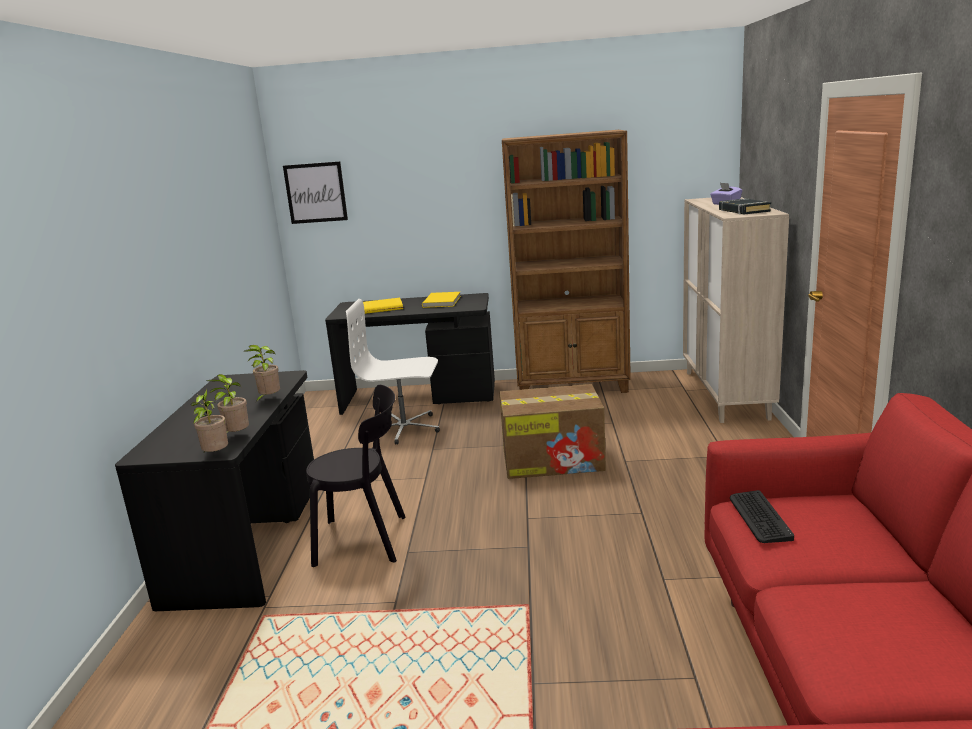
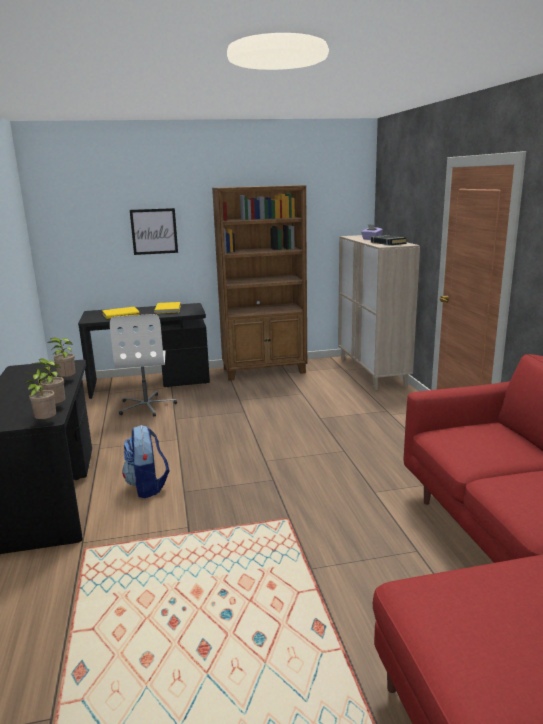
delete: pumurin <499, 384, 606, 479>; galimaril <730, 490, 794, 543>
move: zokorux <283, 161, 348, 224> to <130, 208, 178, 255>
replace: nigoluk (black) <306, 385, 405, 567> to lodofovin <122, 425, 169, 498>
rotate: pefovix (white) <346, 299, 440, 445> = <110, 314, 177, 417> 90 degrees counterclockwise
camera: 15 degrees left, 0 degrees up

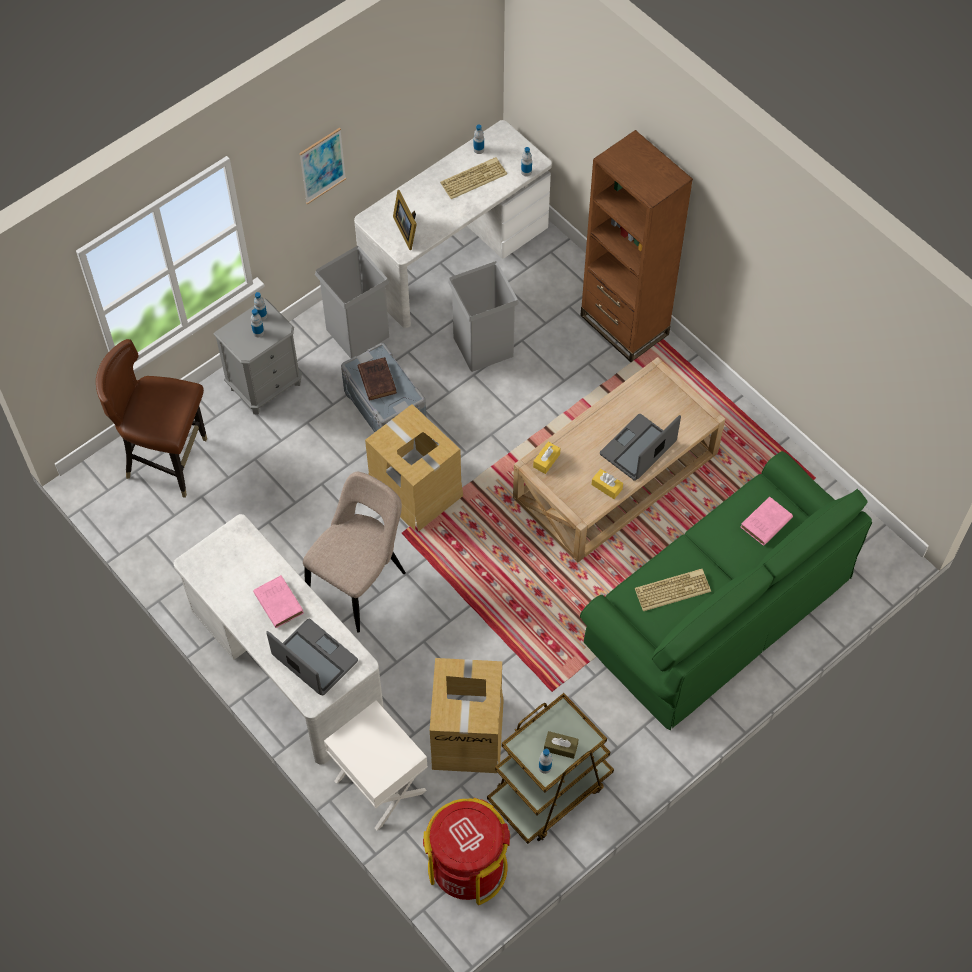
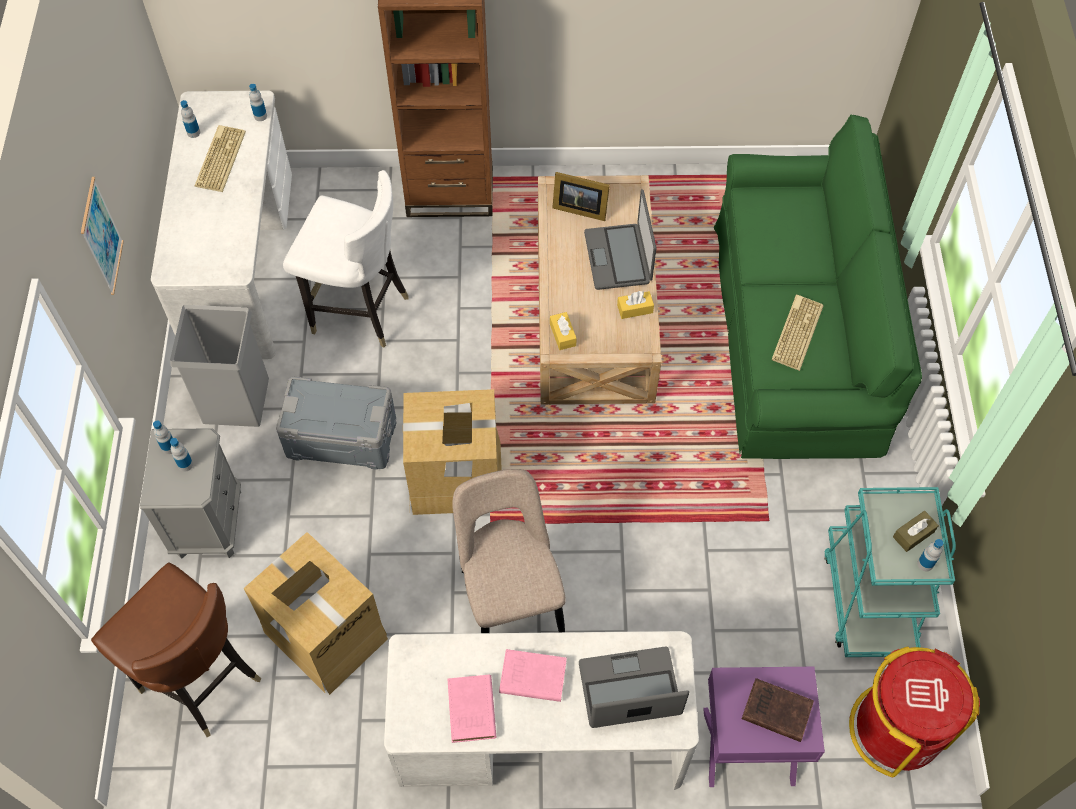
move: pumurin <430, 658, 504, 773> to <243, 532, 388, 695>; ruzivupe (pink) <741, 497, 793, 546> to <448, 674, 496, 743>; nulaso <393, 190, 417, 250> to <552, 172, 610, 221>; ruzivupe (brown) <358, 357, 397, 400> to <742, 678, 814, 742>
replace: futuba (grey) <448, 261, 519, 372> to nigoluk (white) <283, 170, 409, 348>
recolor: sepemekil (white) <324, 700, 428, 830> to sepemekil (purple) <703, 667, 825, 787>; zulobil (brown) <487, 693, 614, 844> to zulobil (turquoise) <824, 487, 956, 657>
rotate: nigoluk (brown) <96, 339, 207, 498> = <91, 563, 261, 737> 105 degrees counterclockwise
camera: 50 degrees left, 0 degrees up

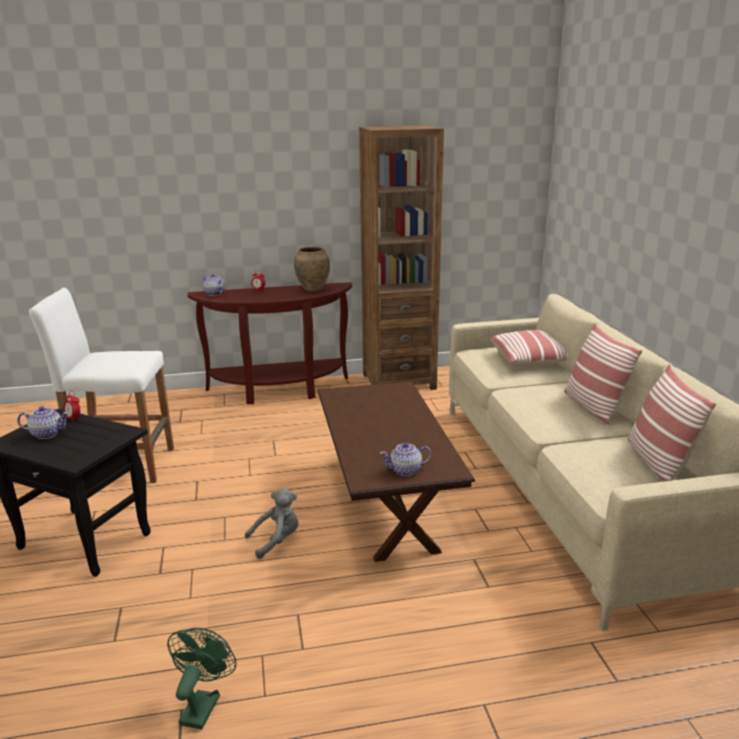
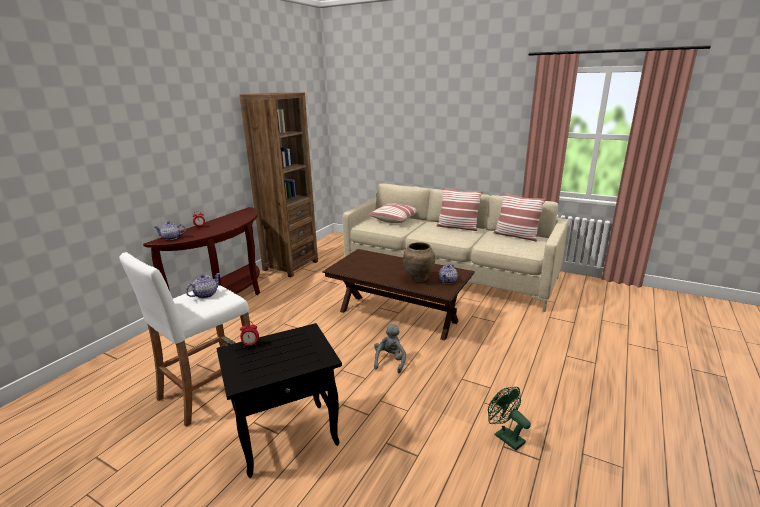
move: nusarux <17, 406, 69, 439> to <186, 273, 221, 299>; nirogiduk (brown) <294, 247, 330, 291> to <403, 242, 435, 282>
camera: 50 degrees left, 0 degrees up

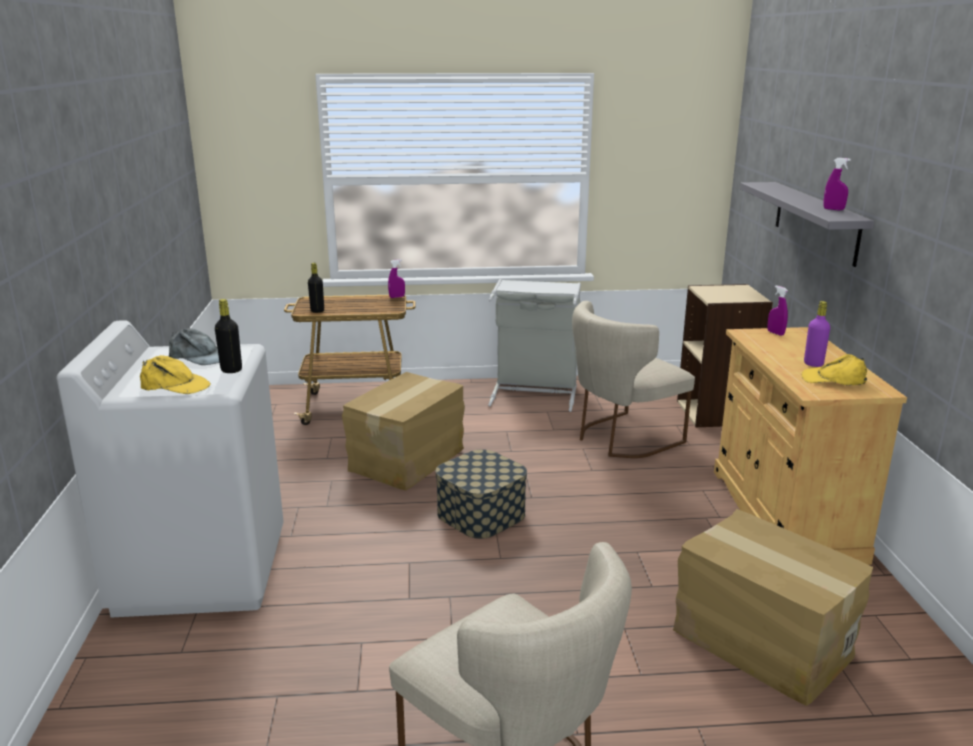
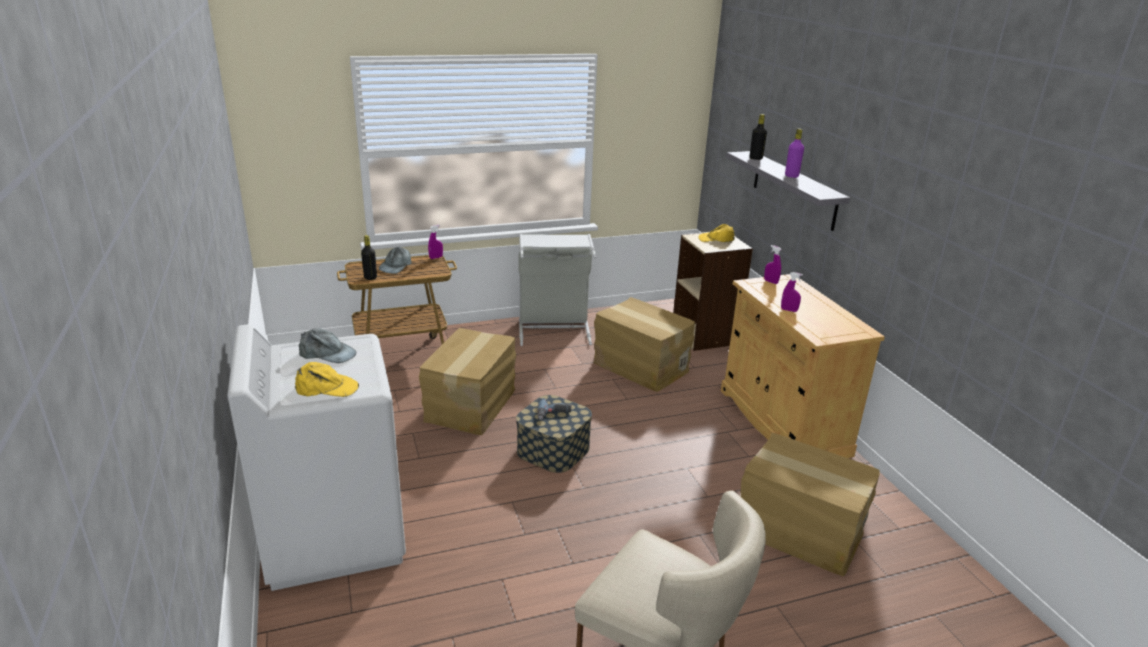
insert: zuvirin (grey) <379, 247, 411, 274>; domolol <537, 398, 572, 420>
move: zuvirin (yellow) <801, 354, 867, 386> to <698, 224, 735, 242>; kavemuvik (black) <215, 299, 242, 373> to <750, 114, 767, 160>; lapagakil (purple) <824, 158, 851, 210> to <781, 272, 803, 312>; kavemuvik (purple) <804, 301, 830, 367> to <785, 129, 804, 178>
replace: nigoluk (beige) <572, 301, 695, 458> to pumurin <594, 297, 695, 392>
camera: 15 degrees left, 5 degrees up

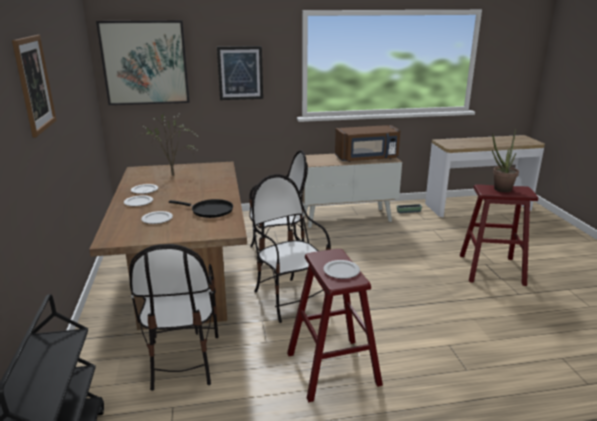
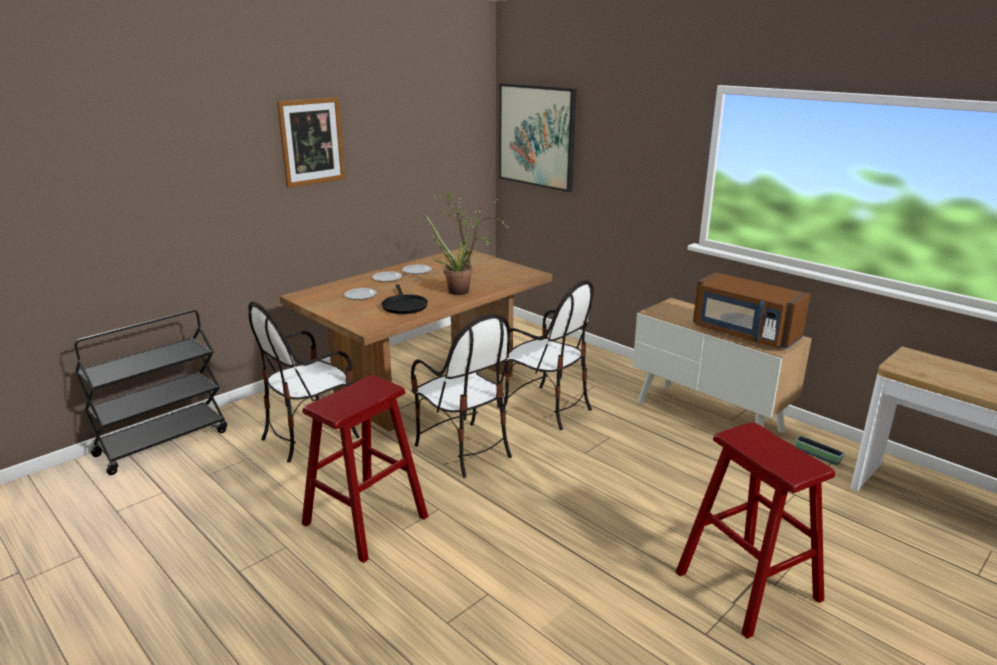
delete: zokorux <217, 46, 263, 100>; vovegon <323, 260, 360, 279>
move: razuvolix <492, 129, 519, 192> to <424, 214, 473, 295>
rotate: nigoluk <252, 174, 331, 323> = <411, 314, 512, 478> 120 degrees clockwise
camera: 55 degrees right, 0 degrees up

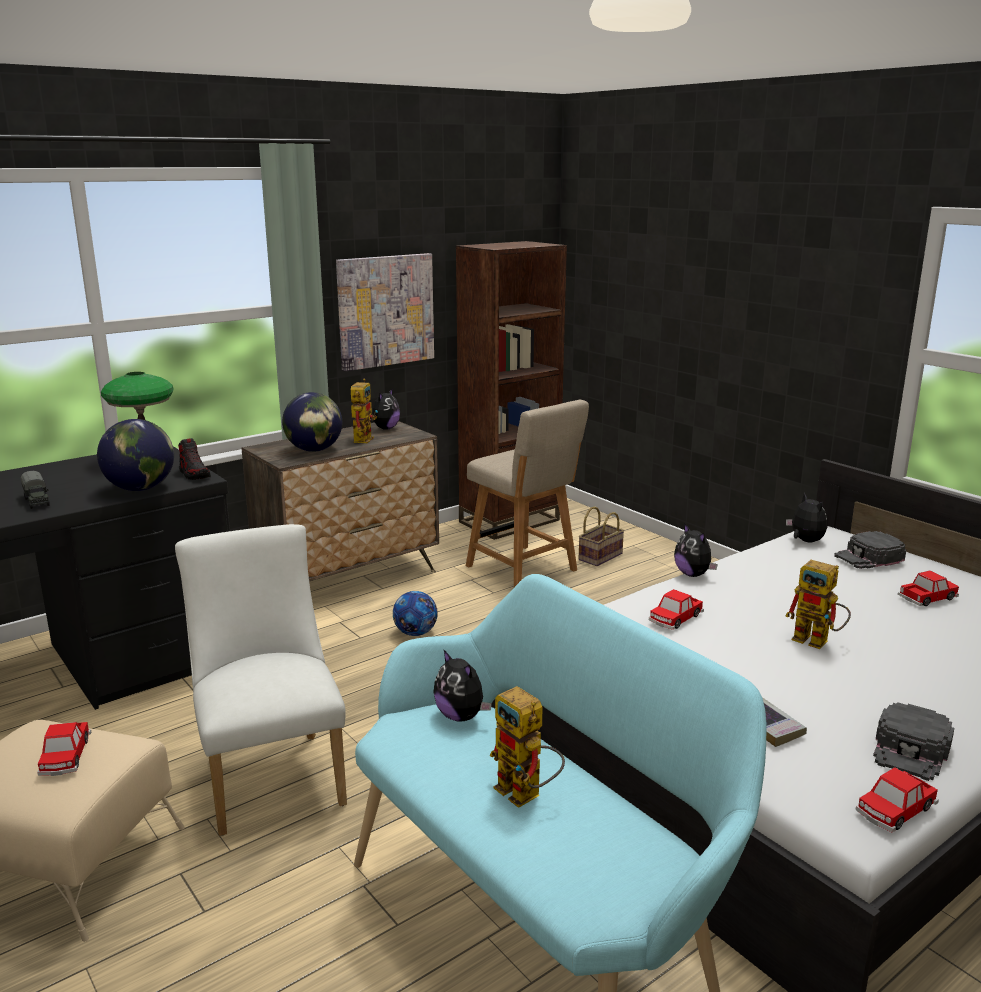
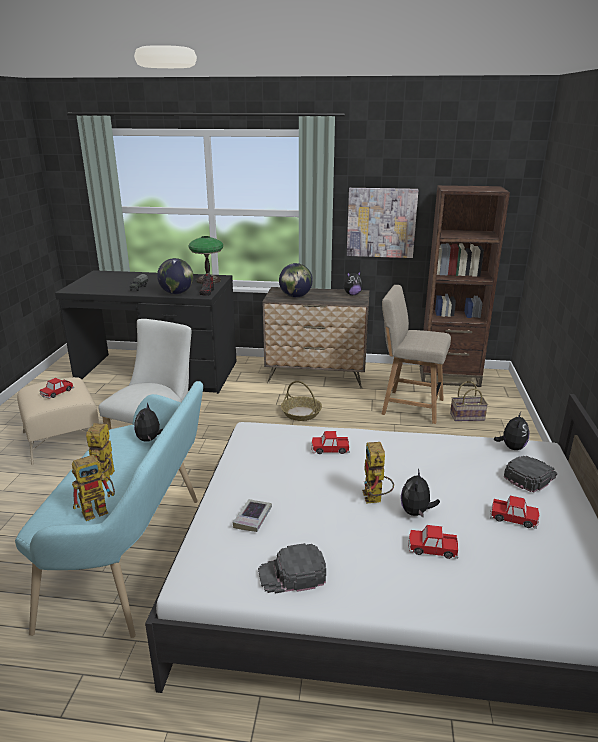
move: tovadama <351, 378, 378, 443> to <72, 454, 115, 521>; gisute <674, 523, 718, 577> to <401, 469, 440, 517>; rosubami <855, 768, 939, 833> to <408, 525, 458, 559>
replace: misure <393, 591, 438, 636> to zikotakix <281, 381, 322, 421>
rotate: nigoluk (beige) <466, 400, 589, 587> = <382, 285, 451, 424> 105 degrees clockwise; zuvirin (black) <834, 531, 906, 569> = <504, 456, 557, 492> 120 degrees clockwise
camera: 45 degrees right, 5 degrees up

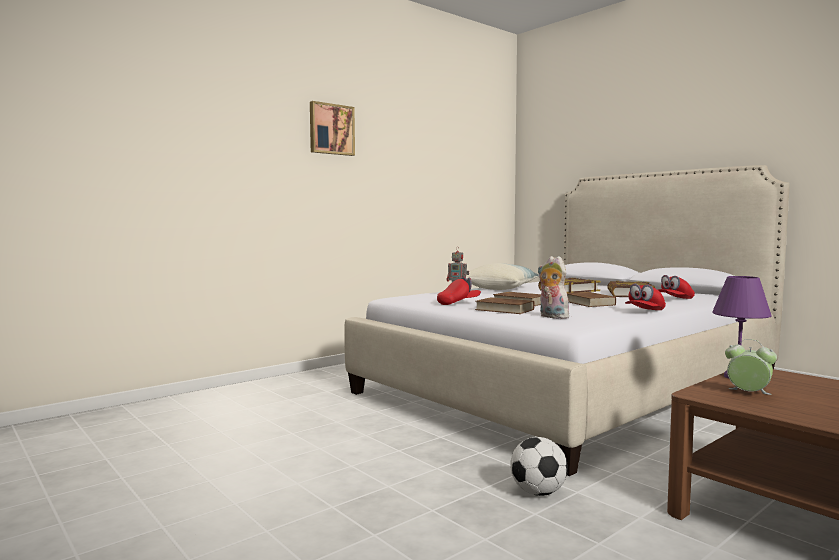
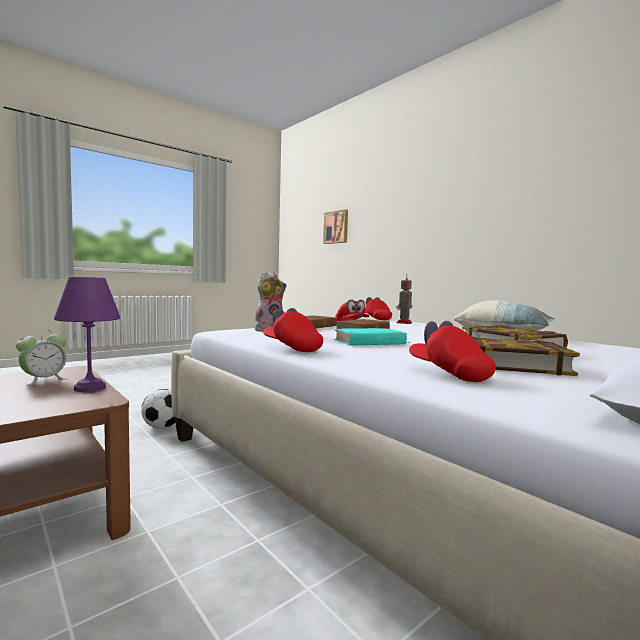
insert: zuvirin (red) <365, 297, 392, 320>
move: zokorux <310, 101, 355, 156> to <323, 209, 348, 244>
recolor: ruzivupe (brown) <567, 292, 616, 307> to ruzivupe (turquoise) <334, 328, 410, 346>
camera: 90 degrees right, 0 degrees up

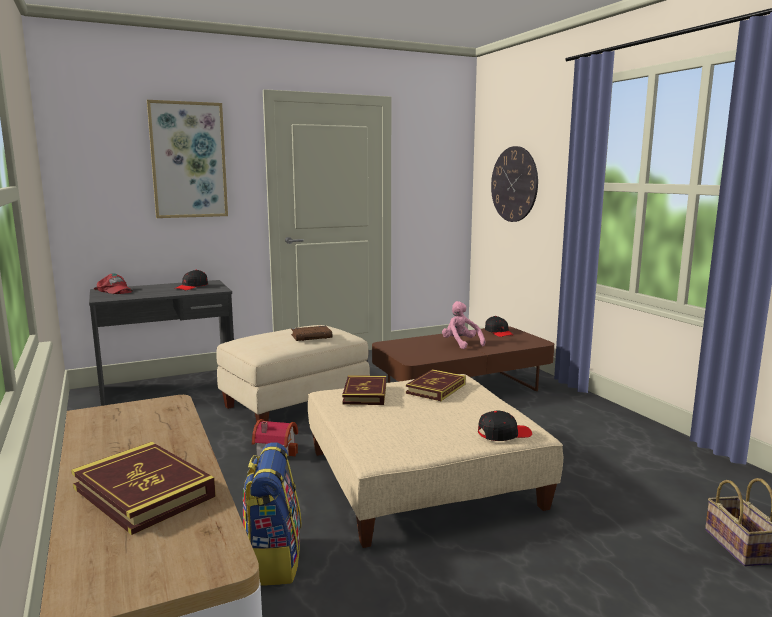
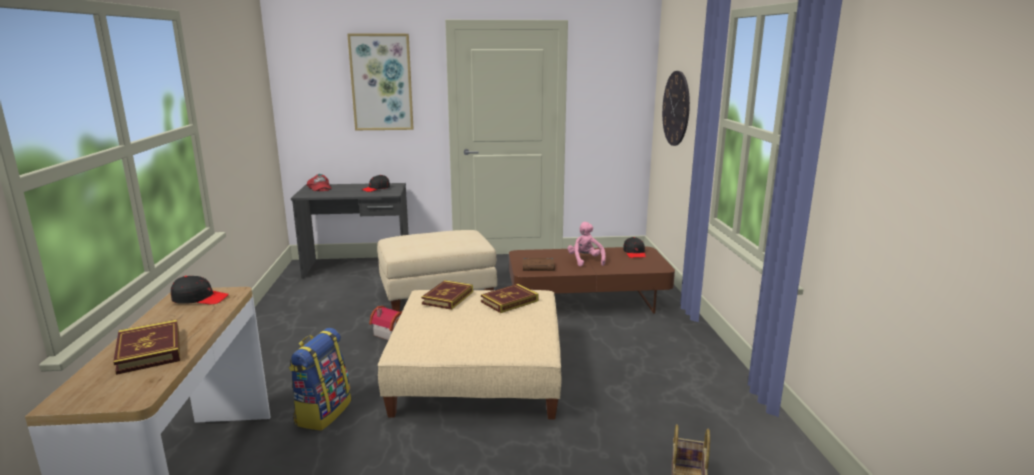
move: zuvirin (black) <478, 410, 532, 441> to <171, 276, 229, 304>; ruzivupe (brown) <291, 326, 332, 341> to <523, 258, 555, 271>
camera: 20 degrees right, 5 degrees up

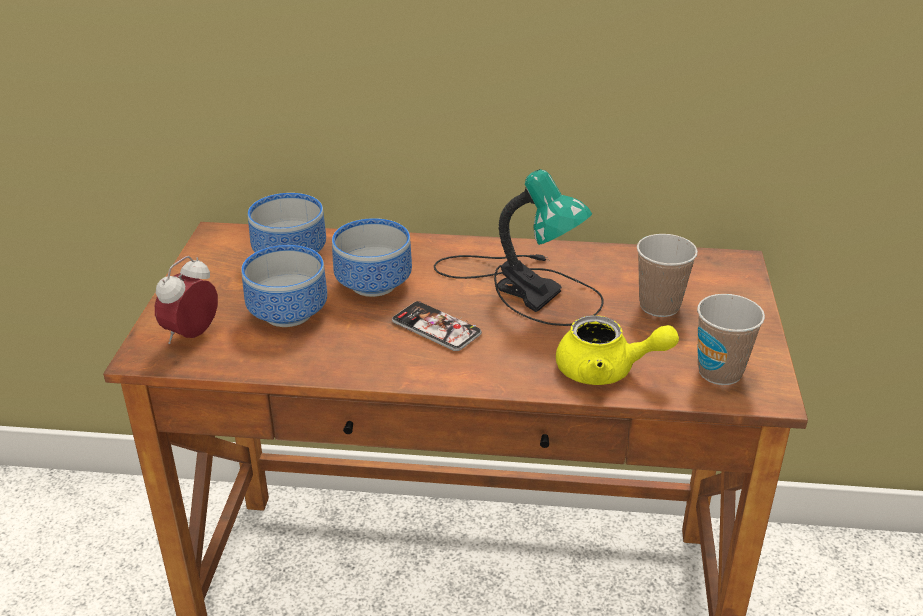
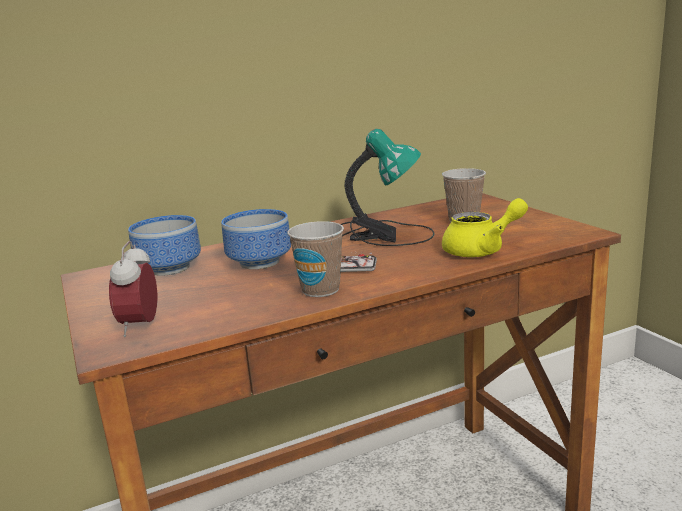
delete: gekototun <241, 245, 327, 327>
move: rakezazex <697, 294, 765, 385> to <288, 221, 344, 297>
camera: 30 degrees left, 15 degrees down

